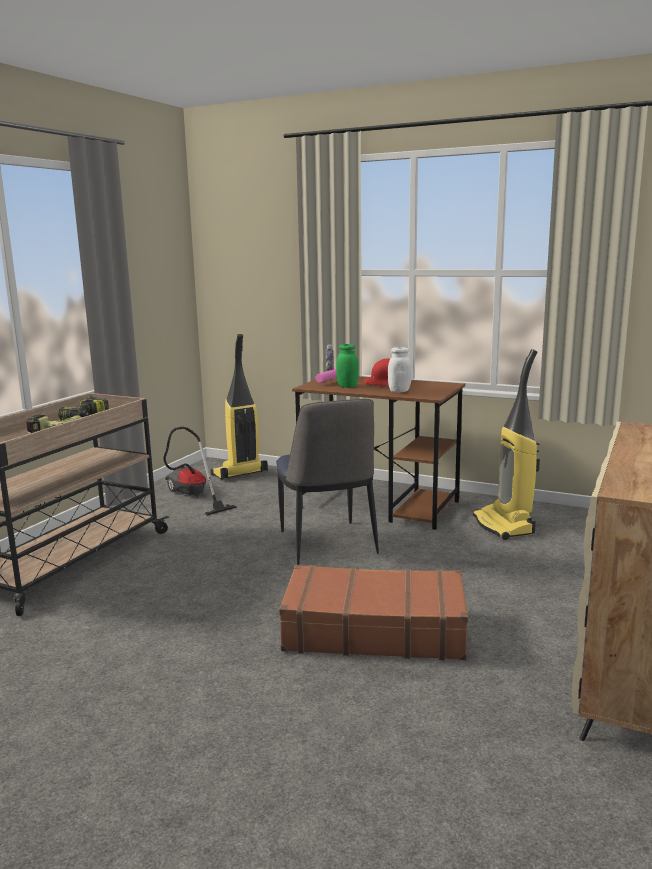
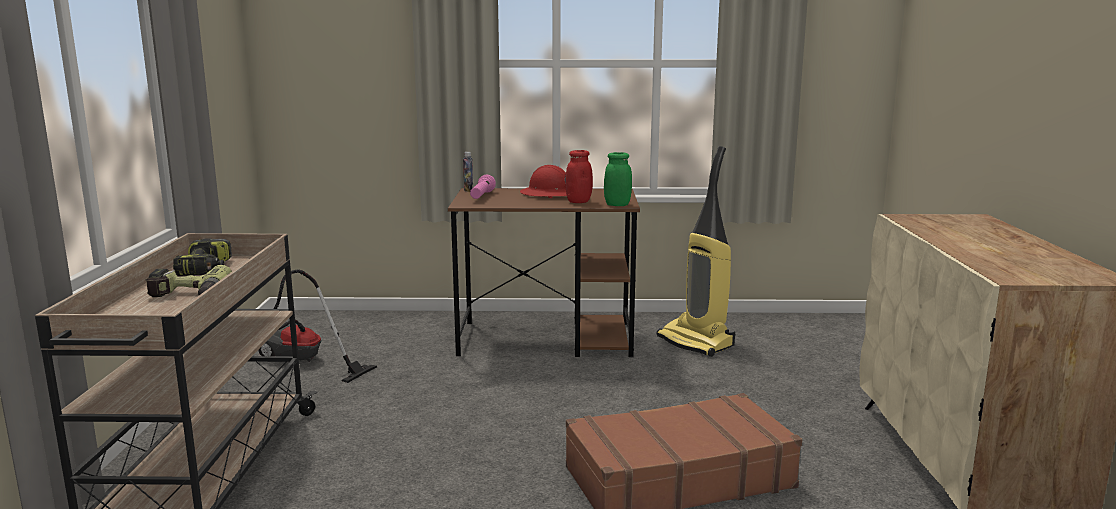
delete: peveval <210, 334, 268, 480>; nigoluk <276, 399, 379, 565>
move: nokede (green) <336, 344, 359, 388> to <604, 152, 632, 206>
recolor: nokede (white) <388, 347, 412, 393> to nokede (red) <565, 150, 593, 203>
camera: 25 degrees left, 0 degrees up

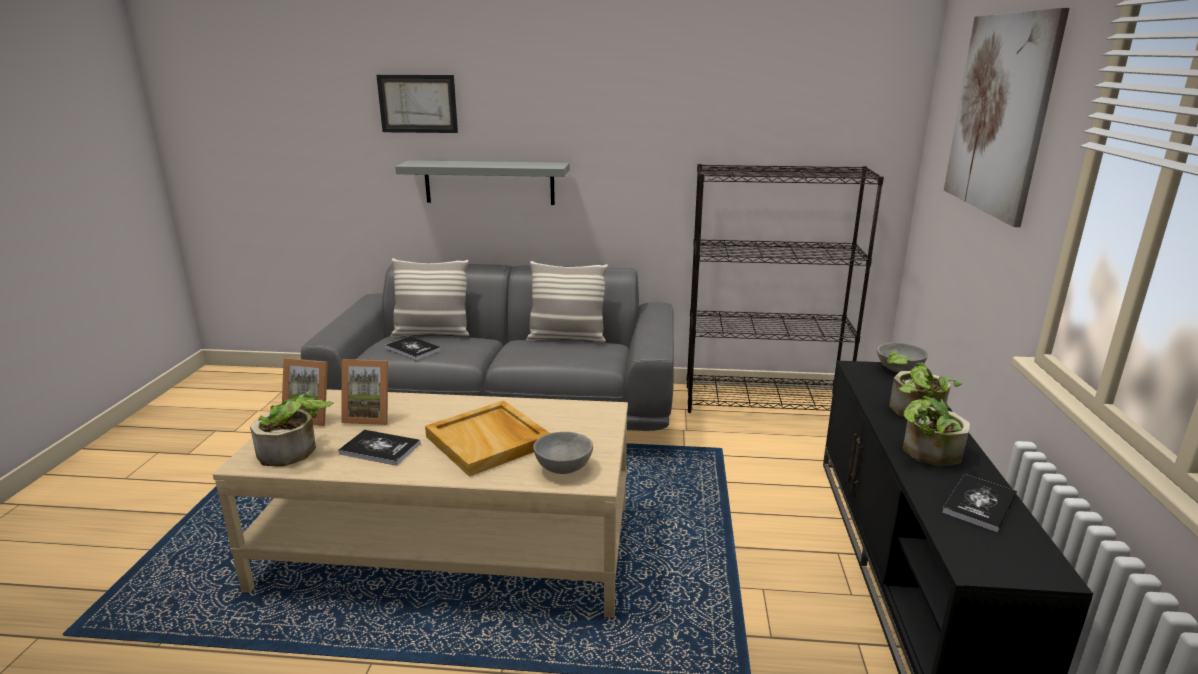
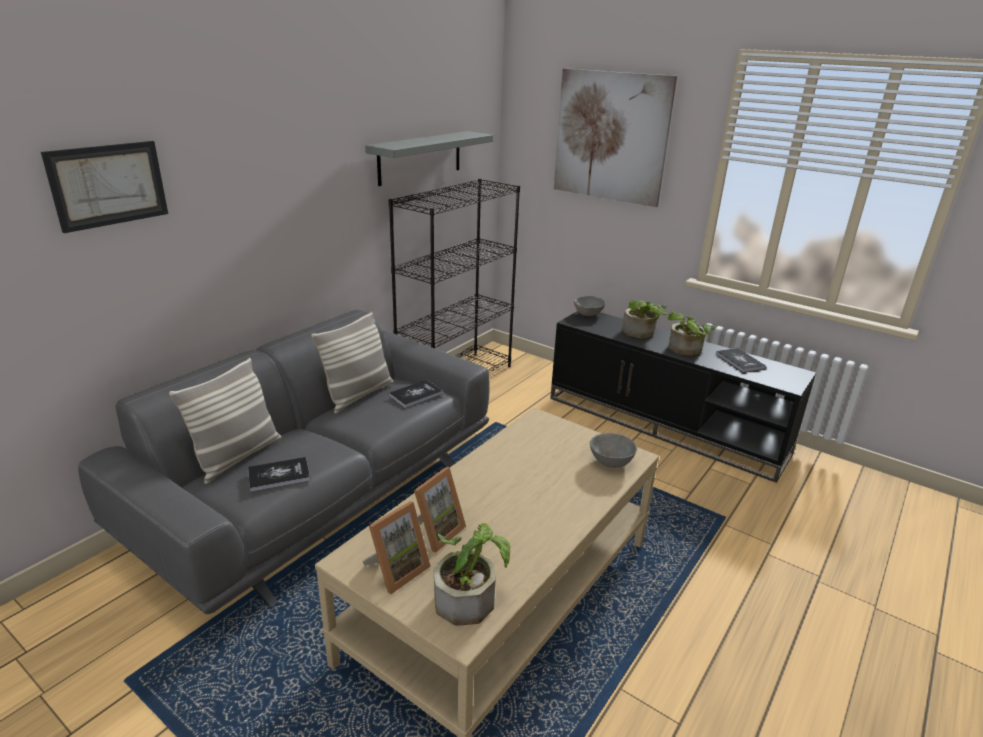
delete: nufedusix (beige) <425, 401, 550, 477>
move: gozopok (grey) <395, 160, 570, 205> to <365, 131, 493, 186>; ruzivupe <338, 430, 420, 466> to <389, 380, 443, 408>
camera: 60 degrees left, 5 degrees up

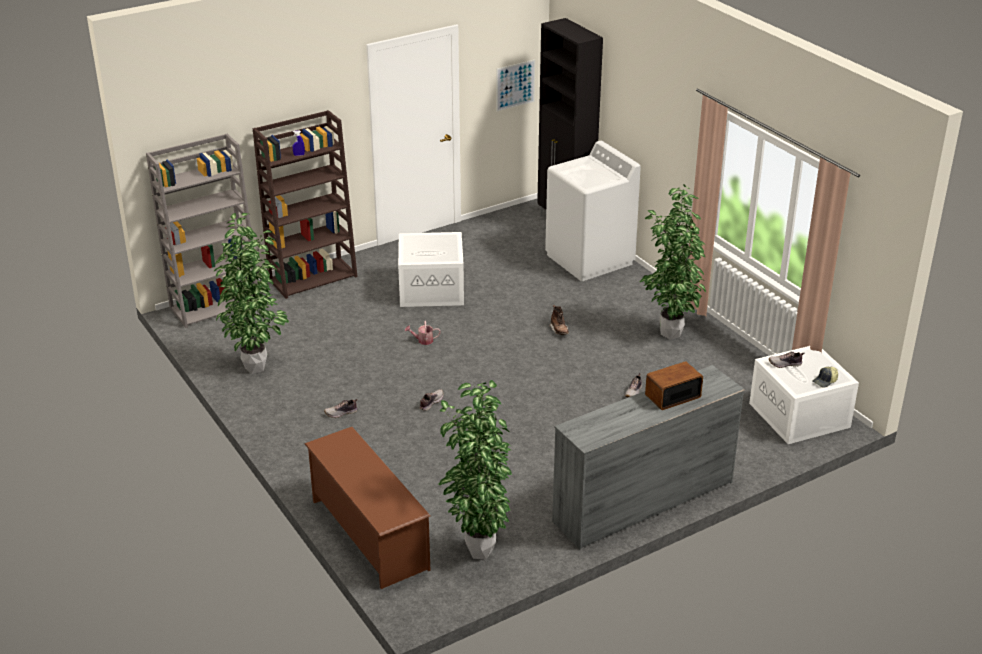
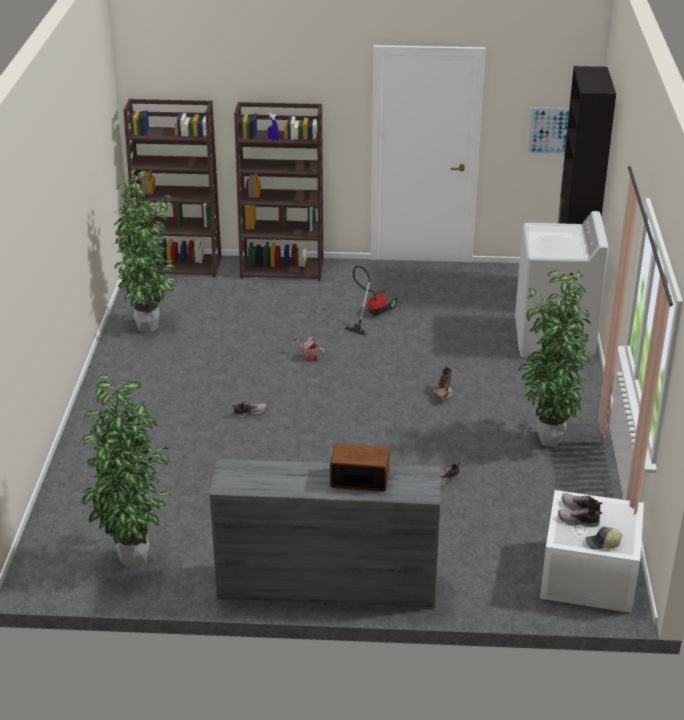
delete: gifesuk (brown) <305, 427, 431, 589>
move: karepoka <324, 399, 358, 418> to <558, 508, 602, 527>
replace: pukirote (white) <398, 232, 464, 307> to peveval <345, 266, 397, 336>
recolor: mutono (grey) <146, 133, 259, 328> to mutono (brown) <123, 99, 221, 277>
camera: 35 degrees right, 0 degrees up

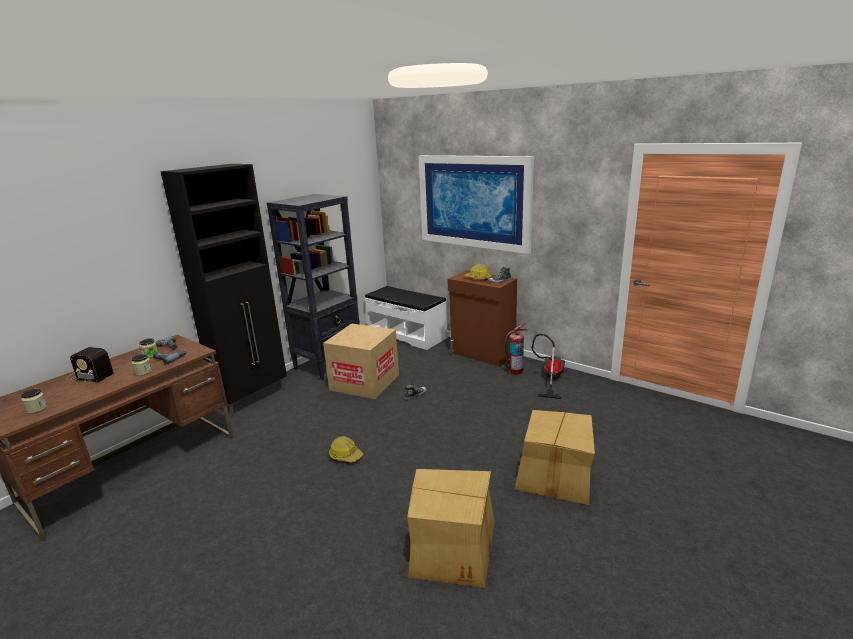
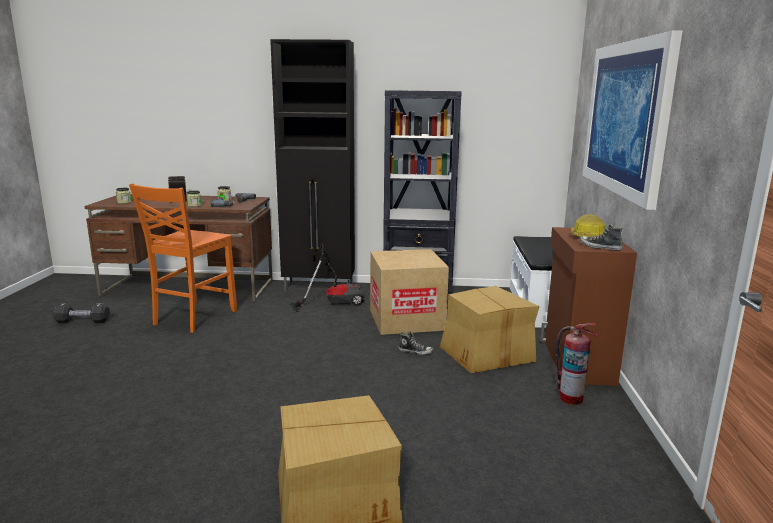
delete: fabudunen <329, 436, 363, 462>
insert: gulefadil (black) <53, 303, 110, 323>; nigoluk (orange) <129, 184, 237, 333>
move: peveval <532, 334, 565, 399> to <291, 244, 364, 313>; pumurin <407, 469, 495, 588> to <440, 286, 540, 373>
camera: 55 degrees right, 5 degrees down

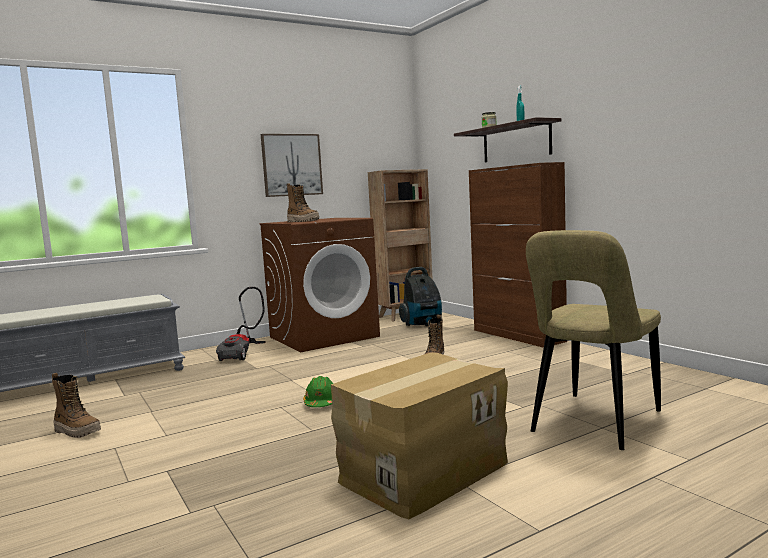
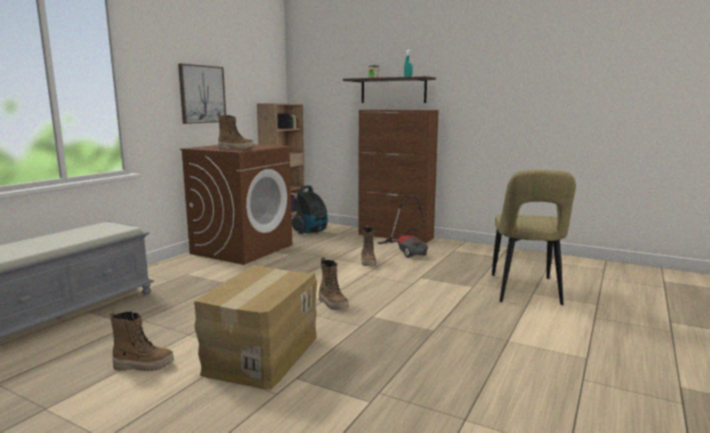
move: pumurin <331, 353, 508, 519> to <194, 266, 317, 389>; peveval <216, 287, 266, 361> to <378, 196, 428, 258>
replace: fabudunen (green) <303, 376, 334, 407> to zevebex <318, 257, 348, 310>
camera: 30 degrees left, 5 degrees up

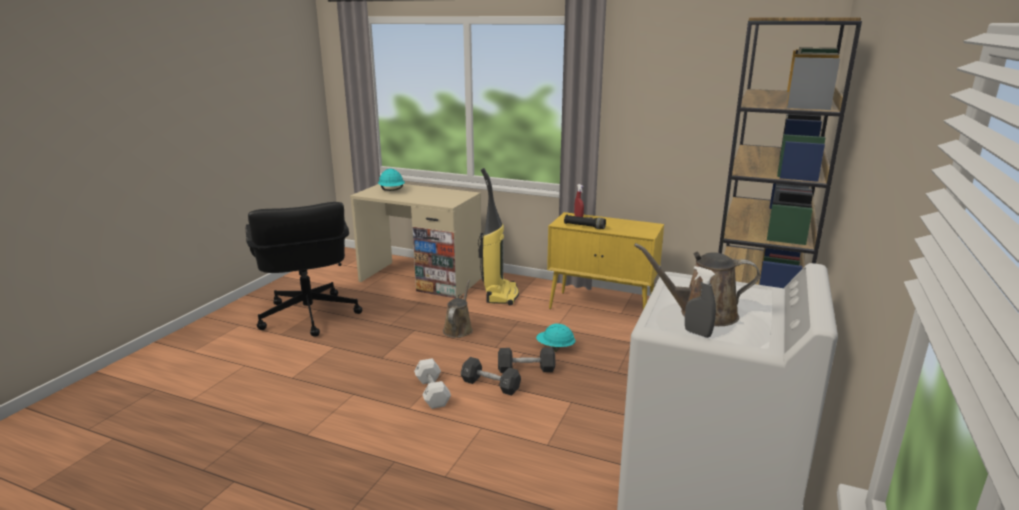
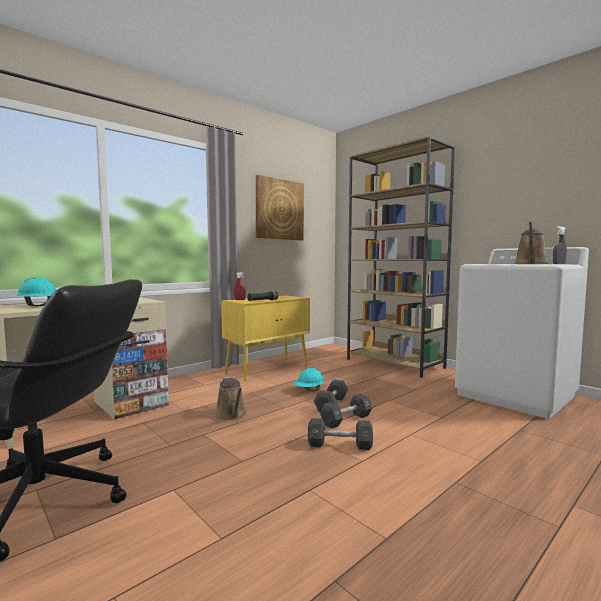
delete: peveval <478, 168, 519, 305>
insert: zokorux <256, 175, 304, 240>
recolor: gulefadil (white) <414, 358, 451, 409> to gulefadil (black) <308, 418, 373, 450>
rotate: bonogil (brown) <443, 279, 473, 338> = <215, 377, 247, 420> 150 degrees counterclockwise
camera: 65 degrees left, 15 degrees down

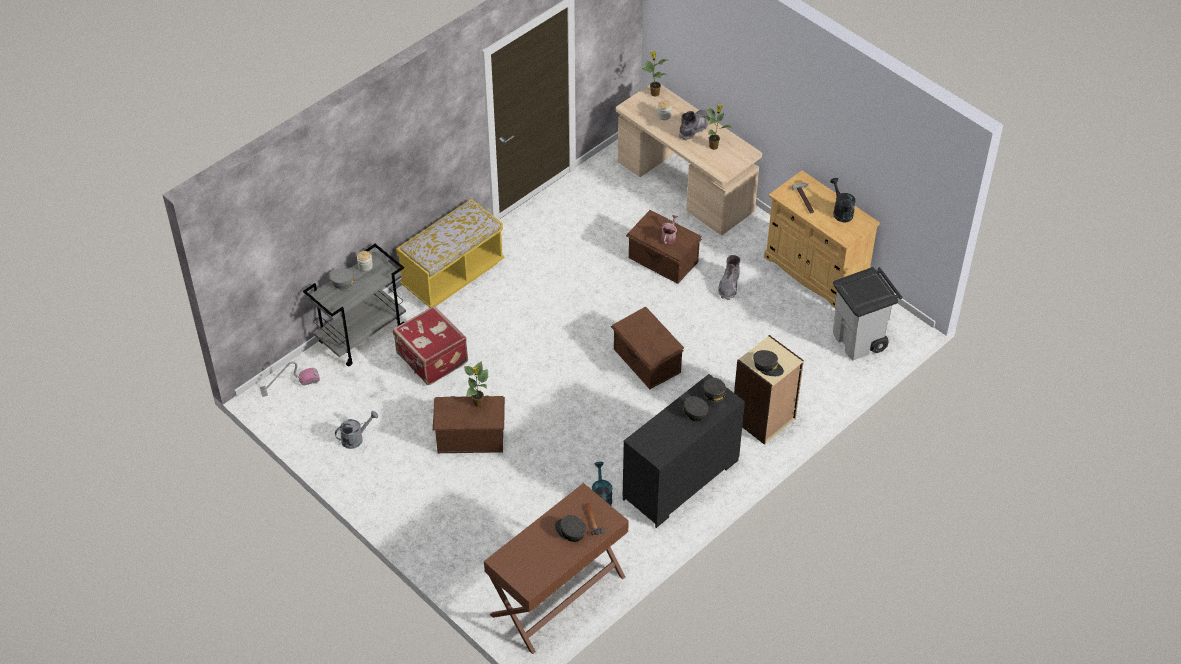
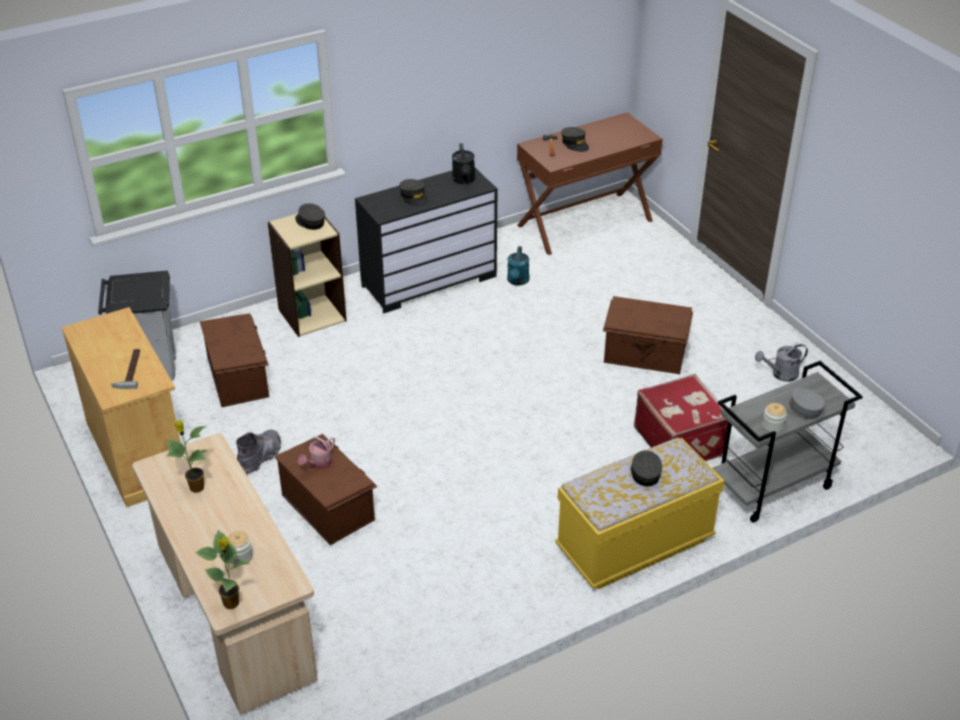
delete: peveval <260, 361, 320, 397>; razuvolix <464, 361, 488, 407>; zevebex (grey) <679, 110, 709, 141>
move: pukirote (brown) <611, 306, 684, 389> to <200, 313, 269, 407>; bonogil (black) <830, 178, 855, 222> to <452, 144, 475, 184>; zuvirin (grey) <703, 378, 727, 410> to <630, 450, 662, 487>
camera: 165 degrees left, 10 degrees down

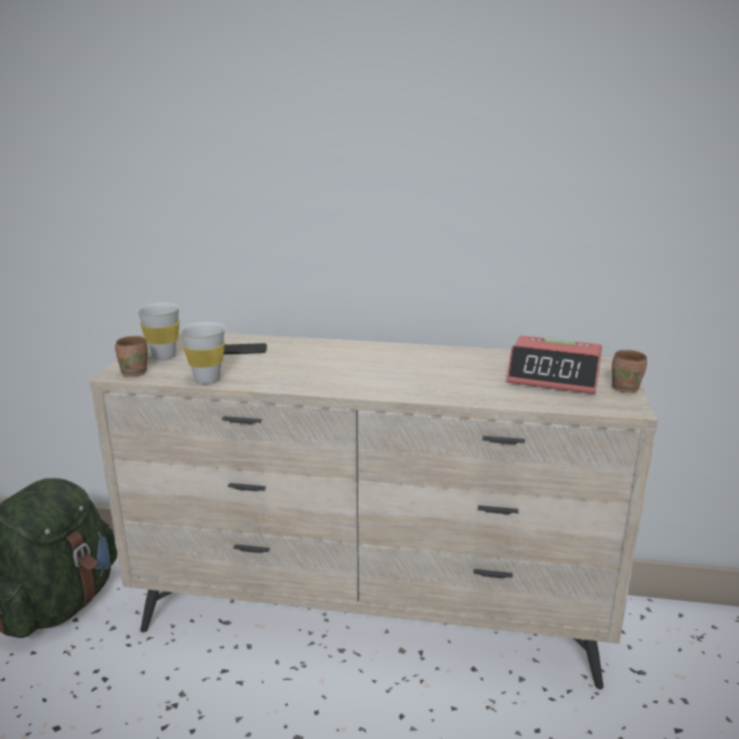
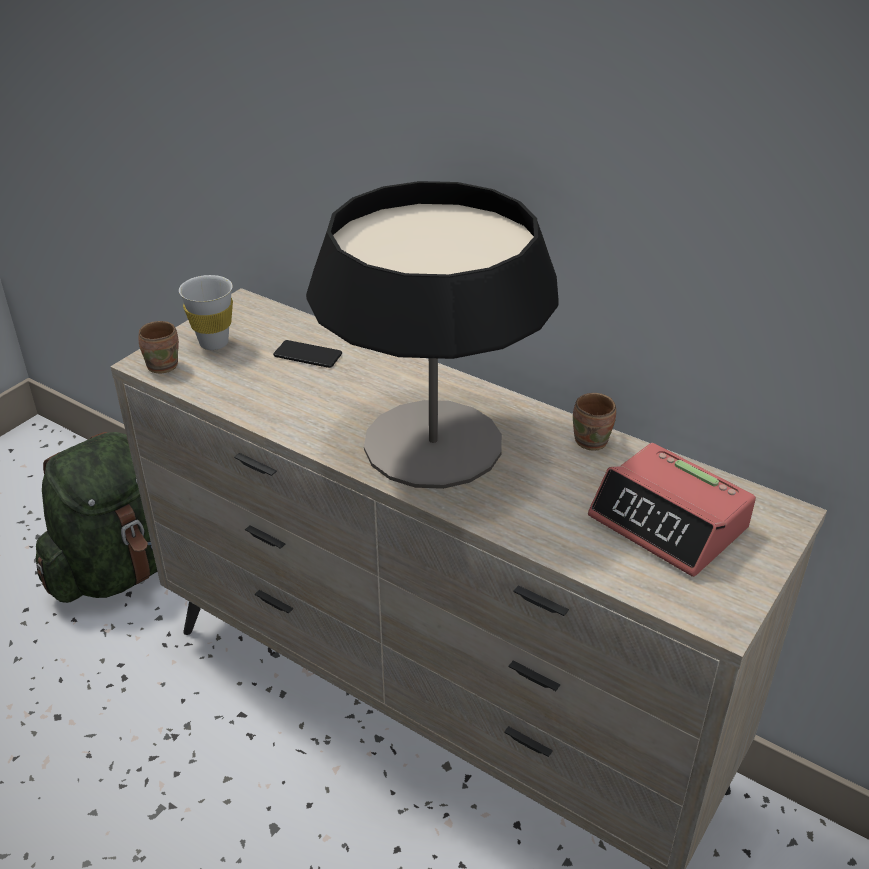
delete: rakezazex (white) <180, 322, 225, 384>
insert: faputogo <306, 181, 559, 489>
move: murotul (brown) <612, 350, 647, 393> to <573, 393, 616, 450>
camera: 25 degrees right, 15 degrees up

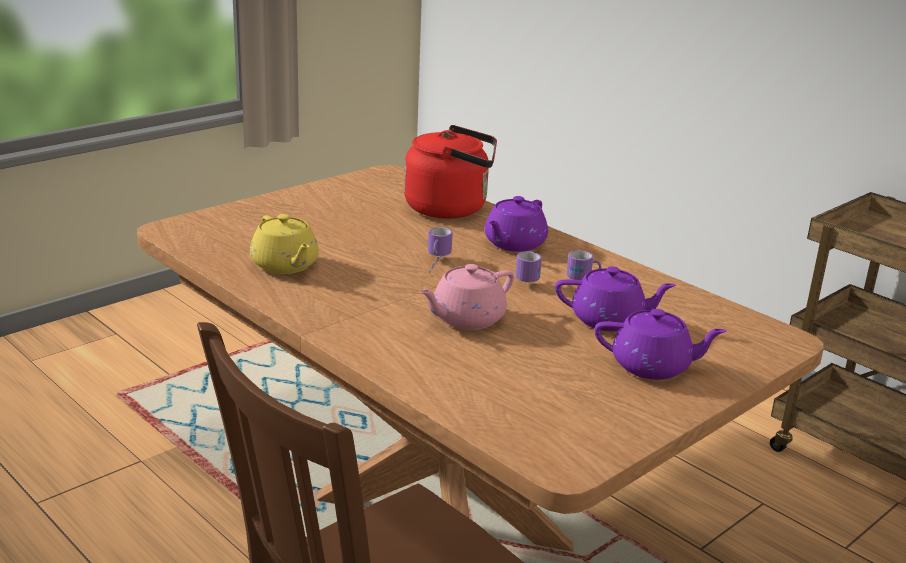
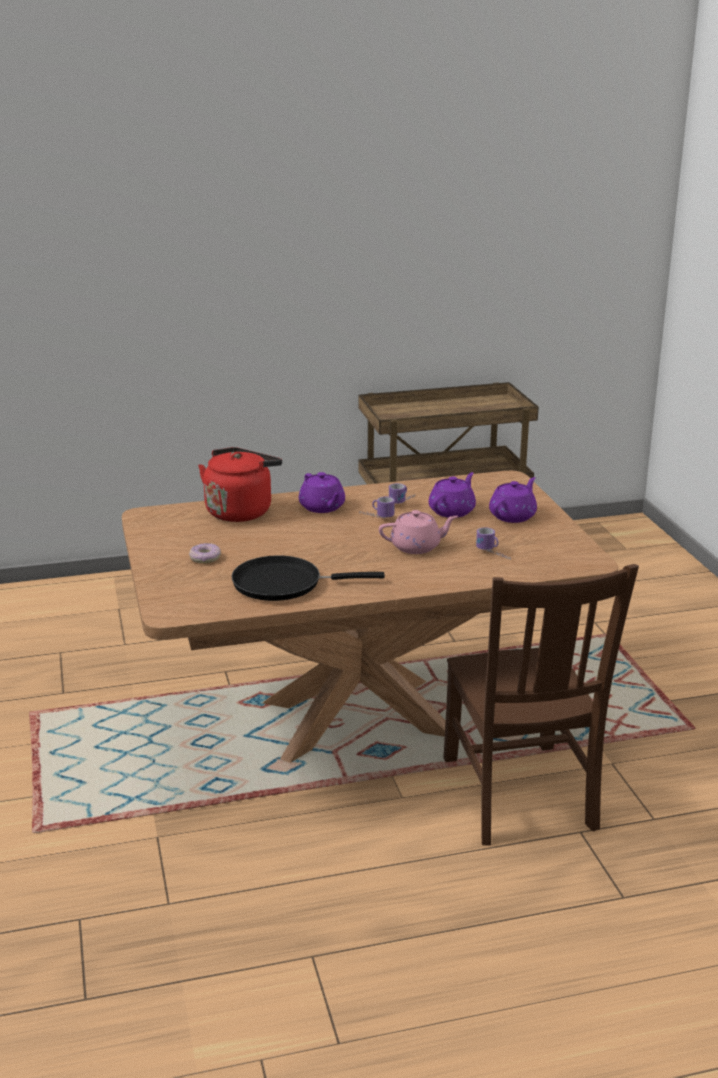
insert: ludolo <189, 543, 221, 564>
move: murotul <428, 227, 453, 273> to <476, 527, 511, 560>
replace: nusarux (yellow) <250, 214, 319, 274> to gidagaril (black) <232, 555, 385, 601>
rotate: nusarux (pink) <419, 264, 514, 330> = <379, 510, 458, 554> 90 degrees counterclockwise
camera: 60 degrees left, 0 degrees up

